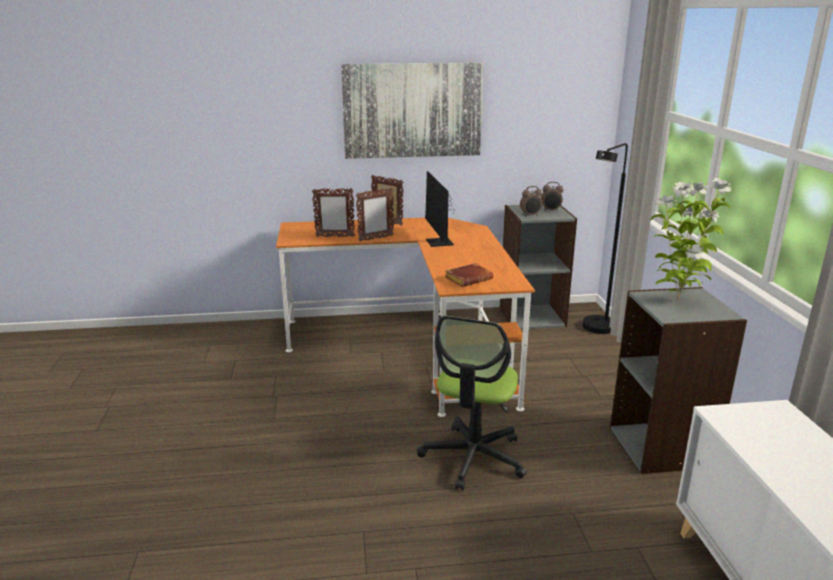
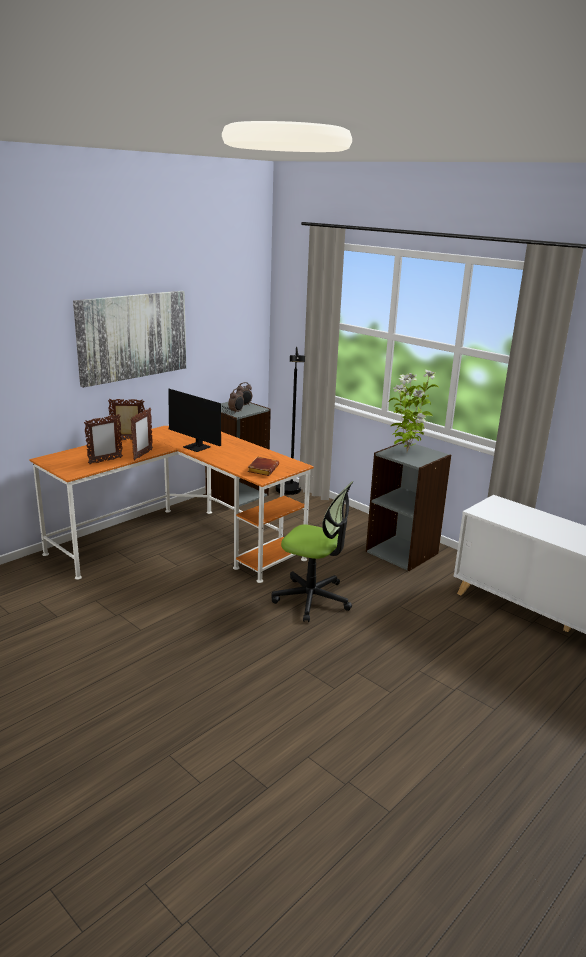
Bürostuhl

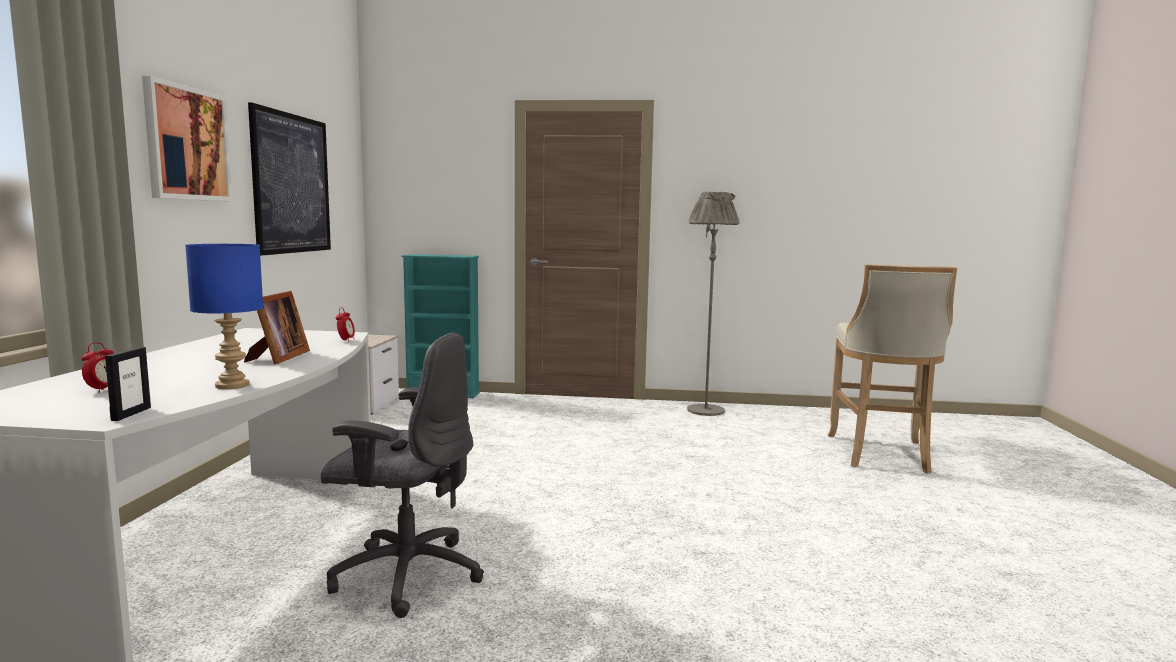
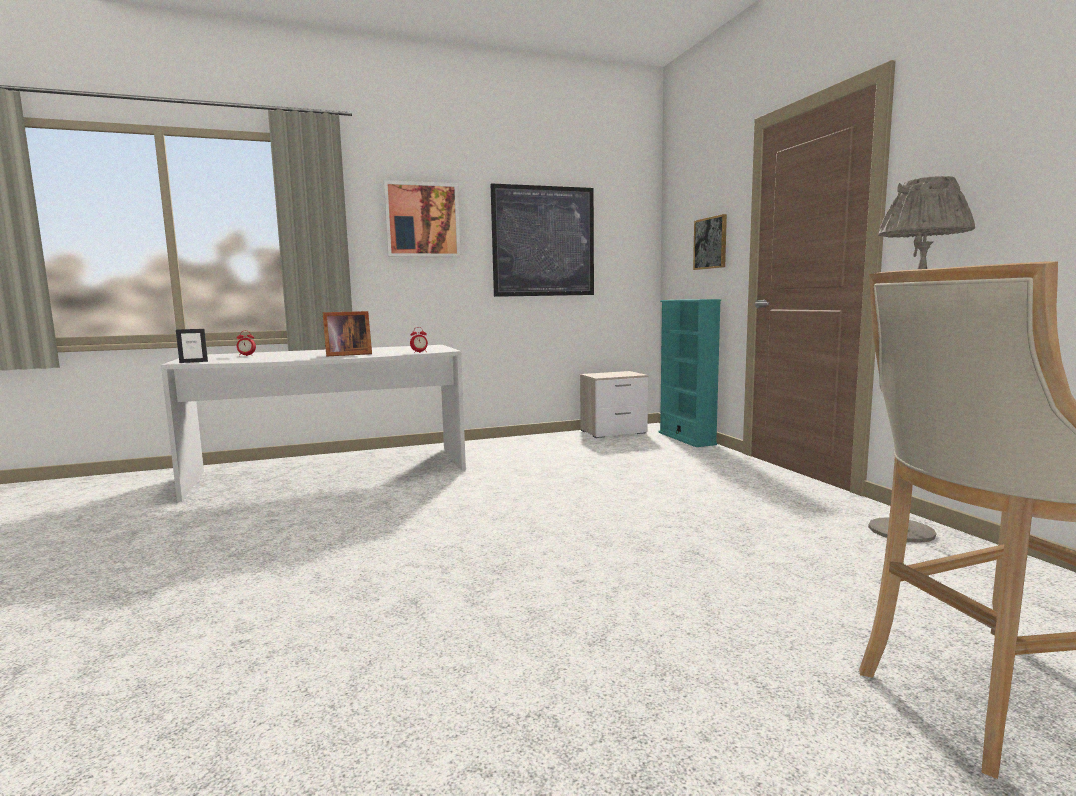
Tischlampe (blau)
Bürostuhl (grau)
Bild (3rd from left)

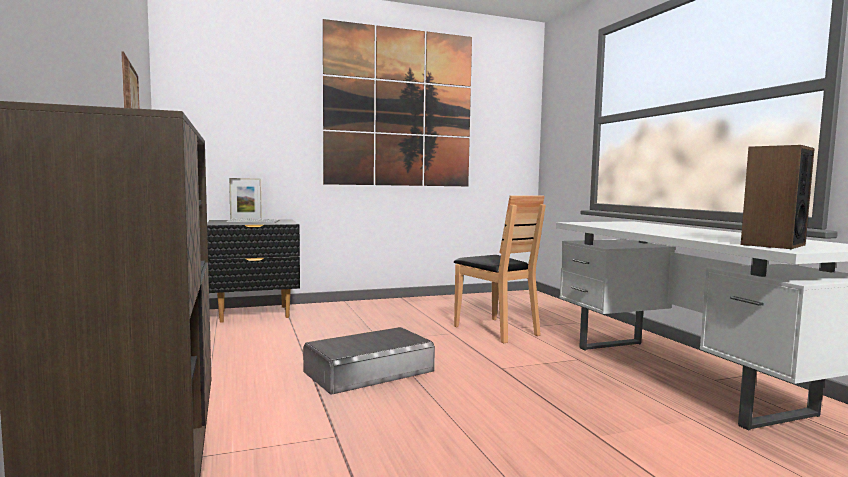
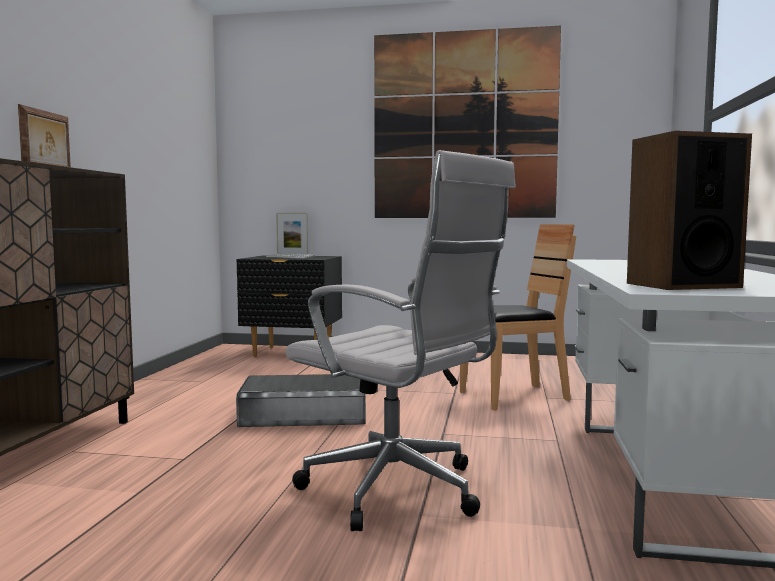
Stuhl (braun)
Bürostuhl (weiß)

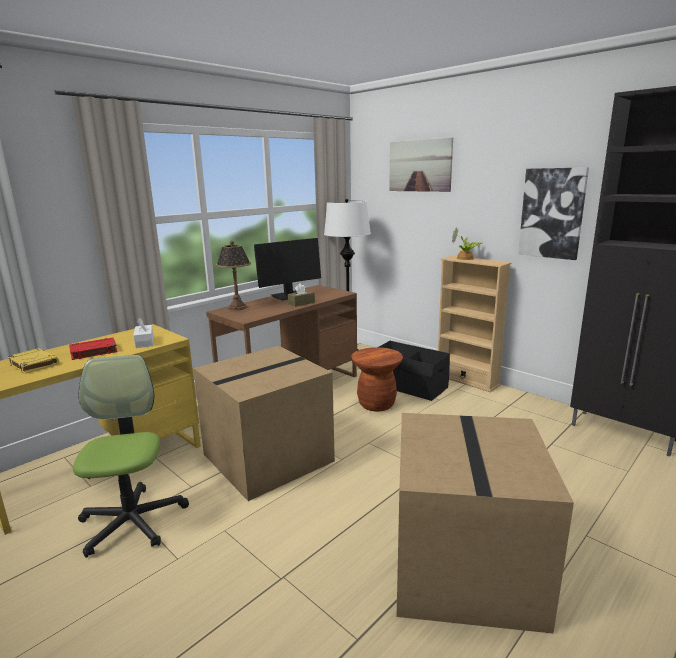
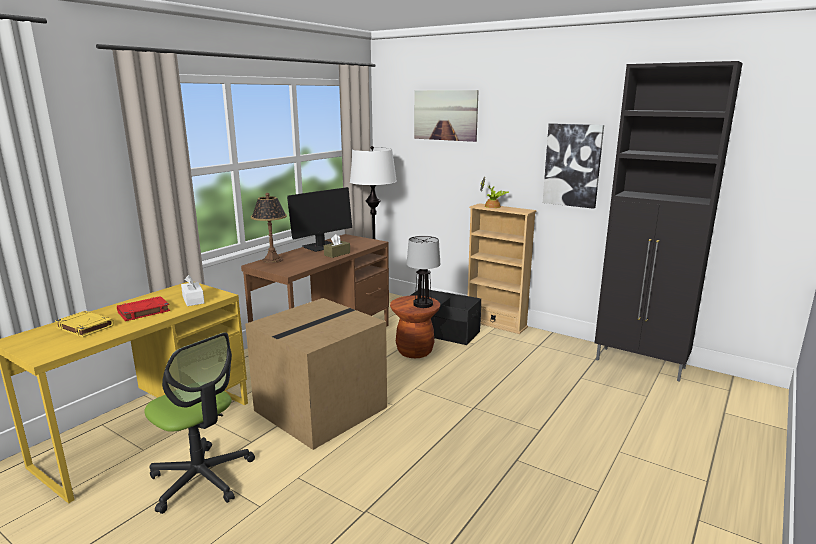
Bürostuhl
Karton (2nd from left in the first image)
Tischlampe (2nd from left)

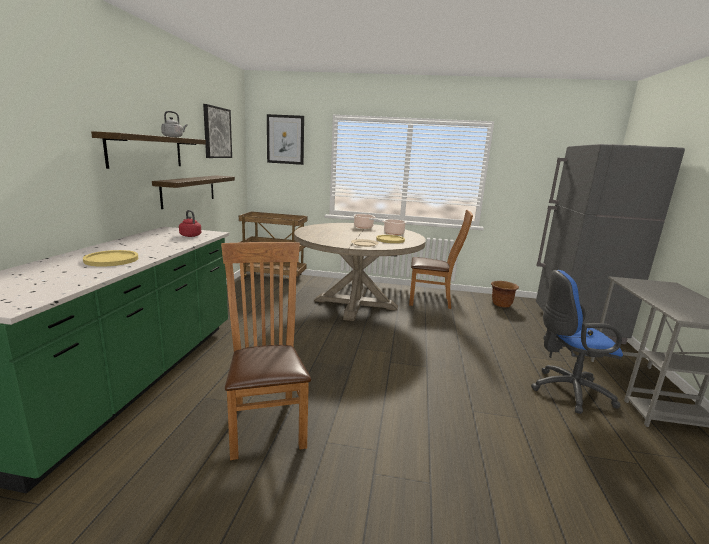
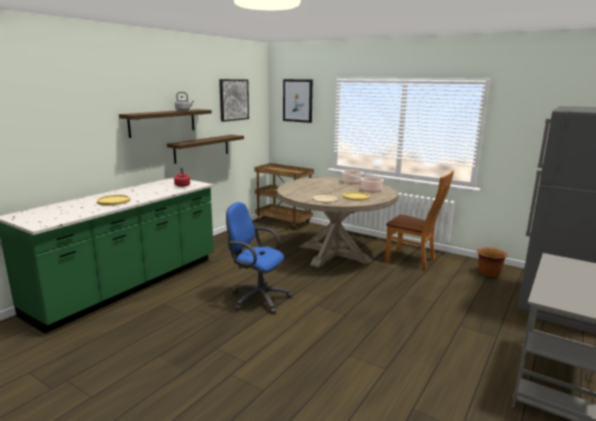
Stuhl (braun) (1st from left in the first image)
Bürostuhl (blau)

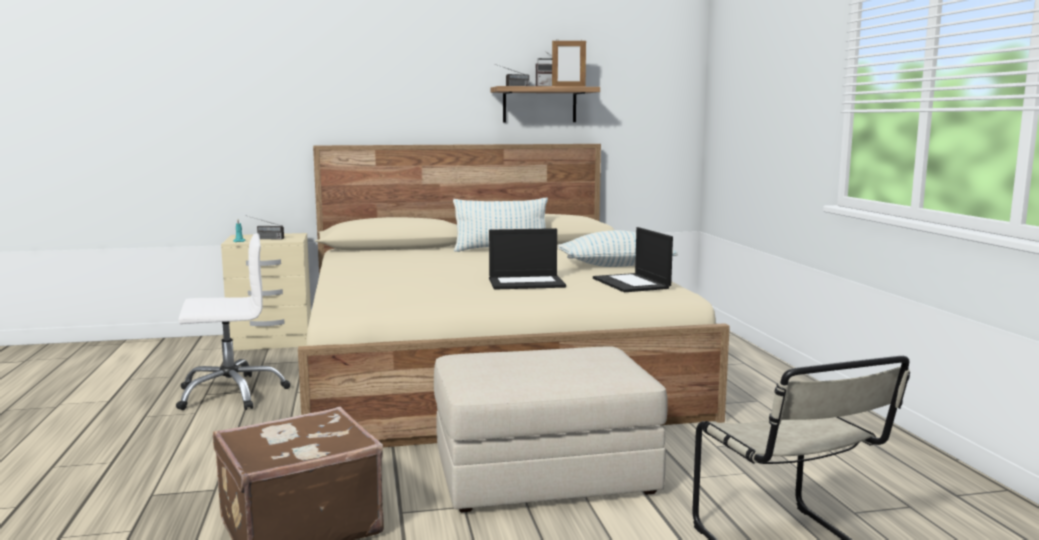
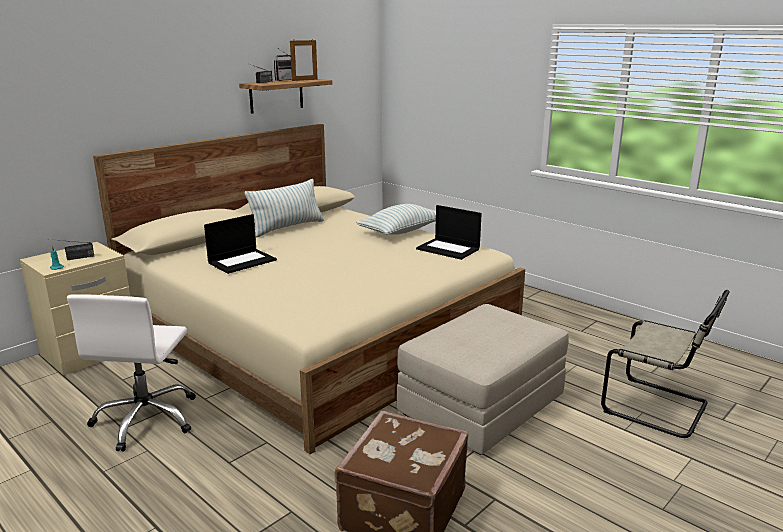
Bürostuhl (weiß)
Laptop (1st from left)

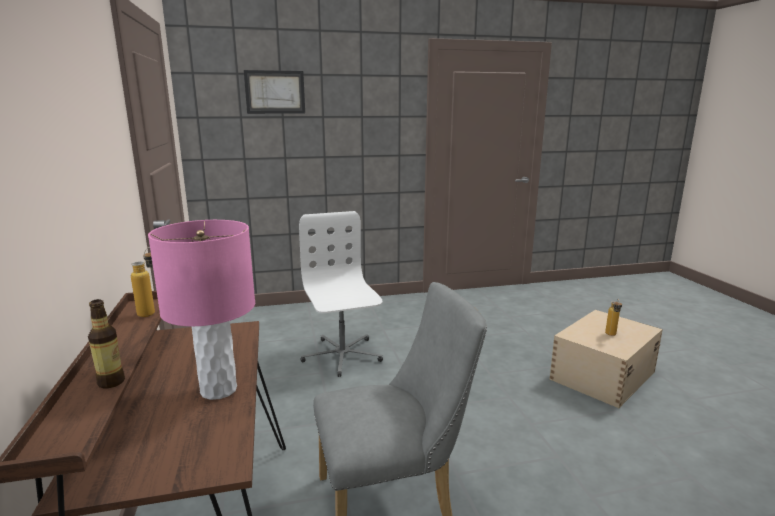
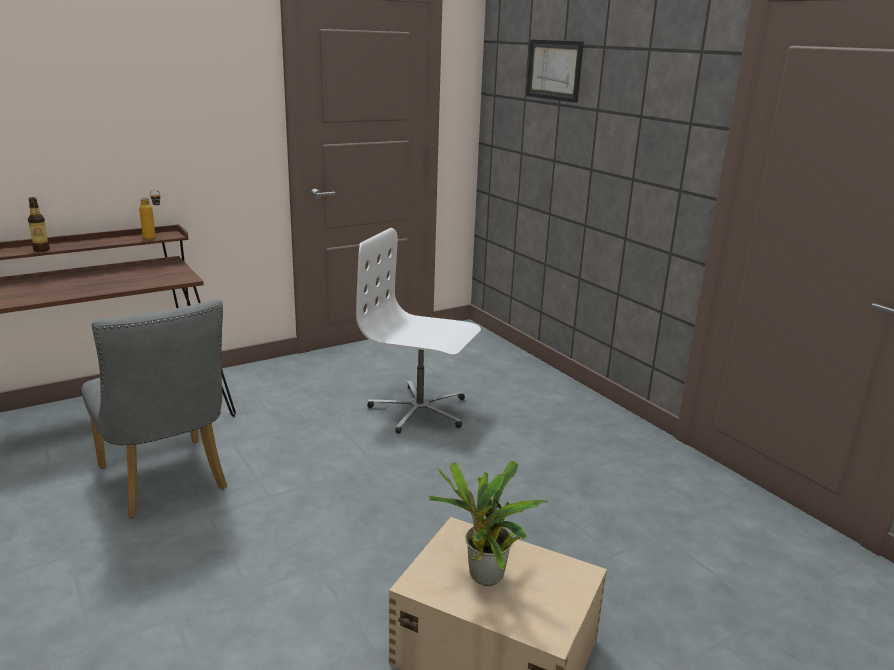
Tischlampe (rosa)
Bürostuhl (weiß)
Topfpflanze

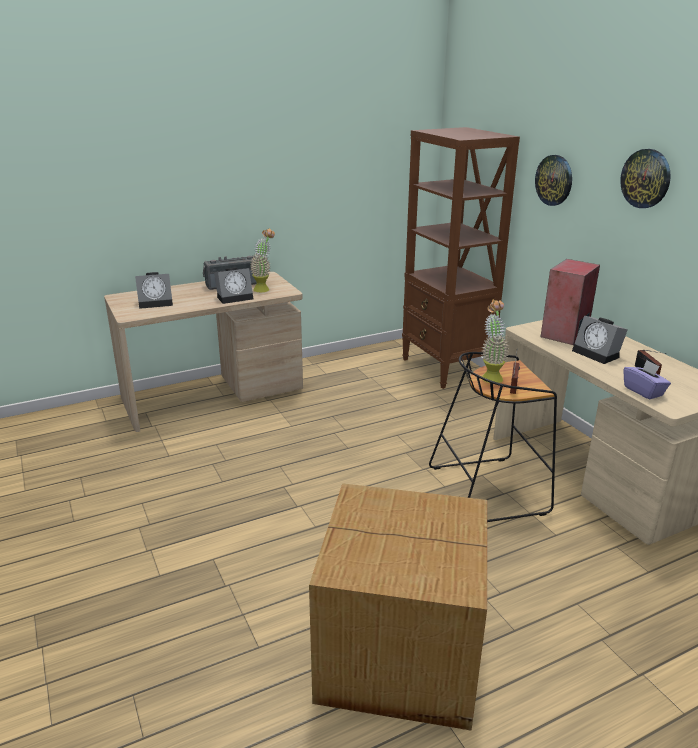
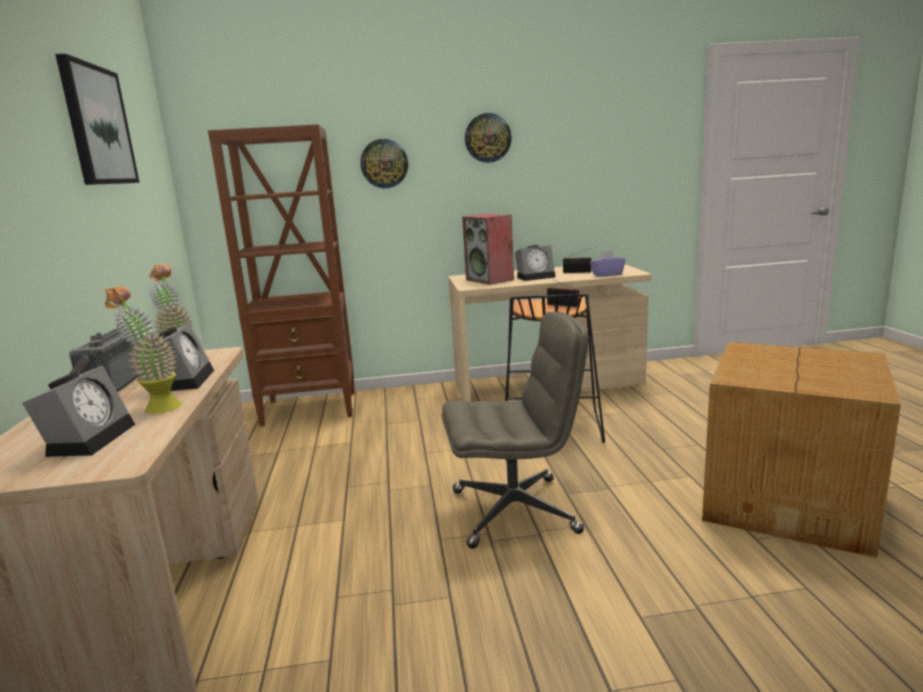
Topfpflanze (1st from left)
Bild
Bürostuhl (grau)

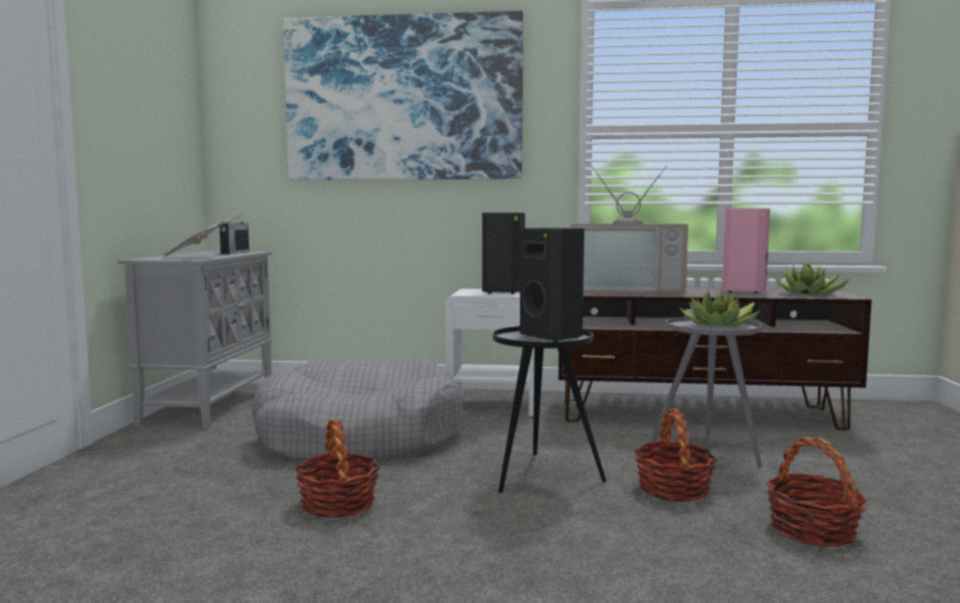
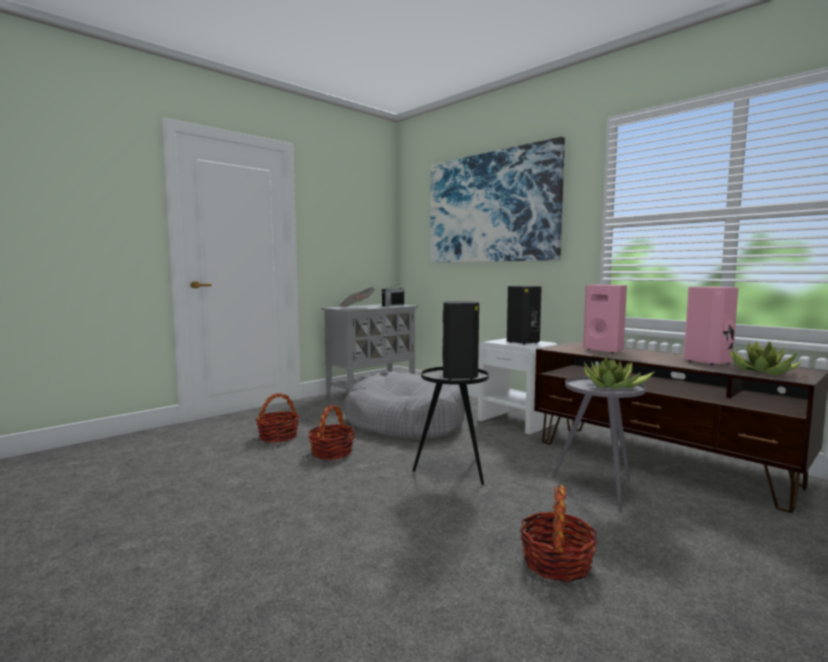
Lautsprecher (rosa) (1st from left)
Korb (1st from left)

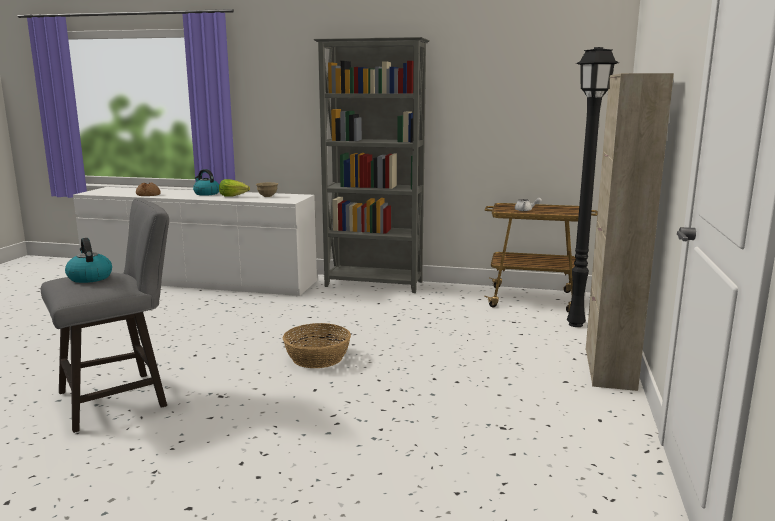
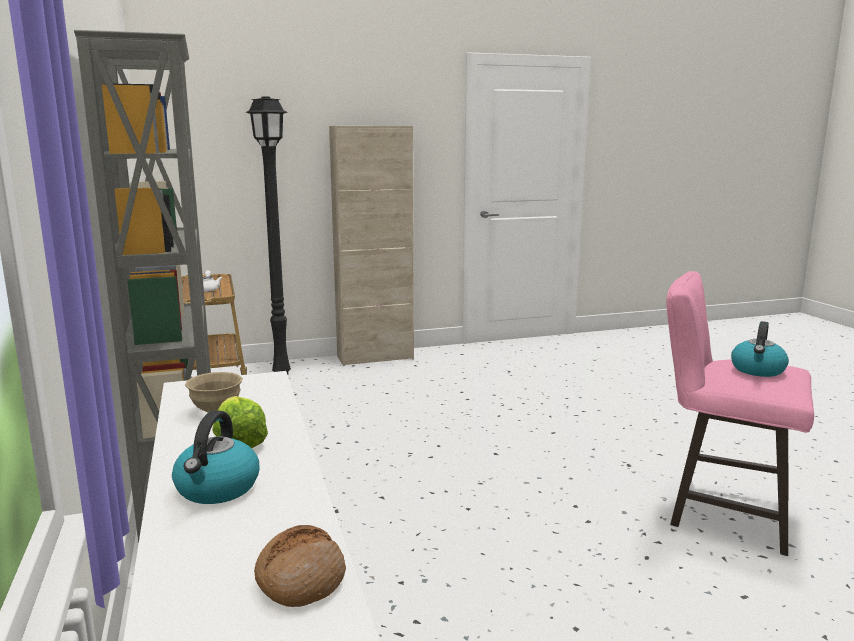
Hocker (rosa)
Korb

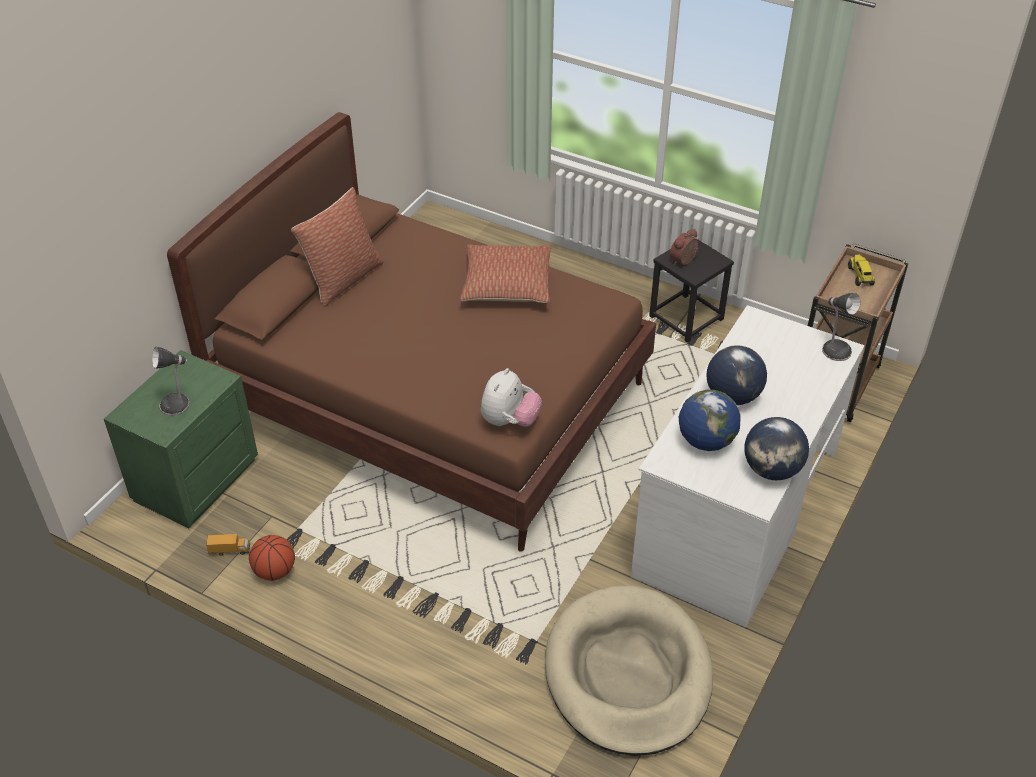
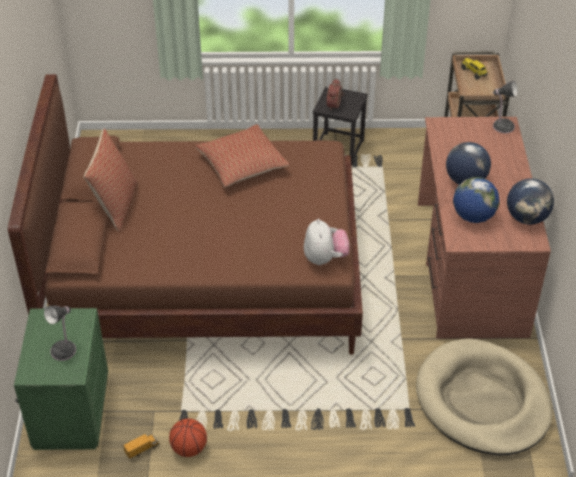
Schreibtisch (braun)

